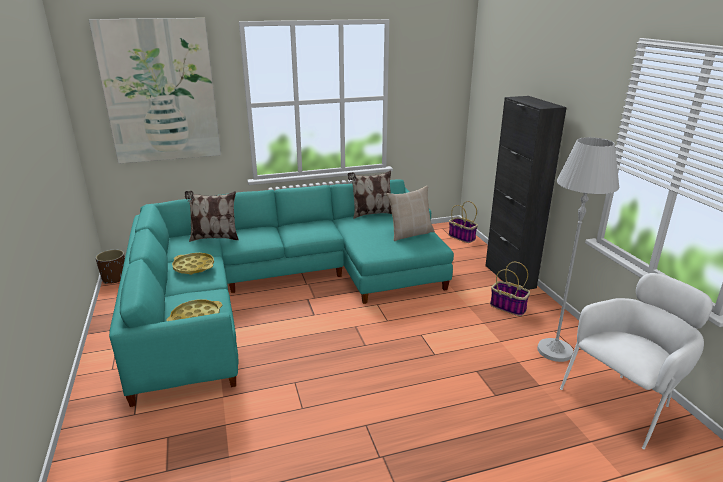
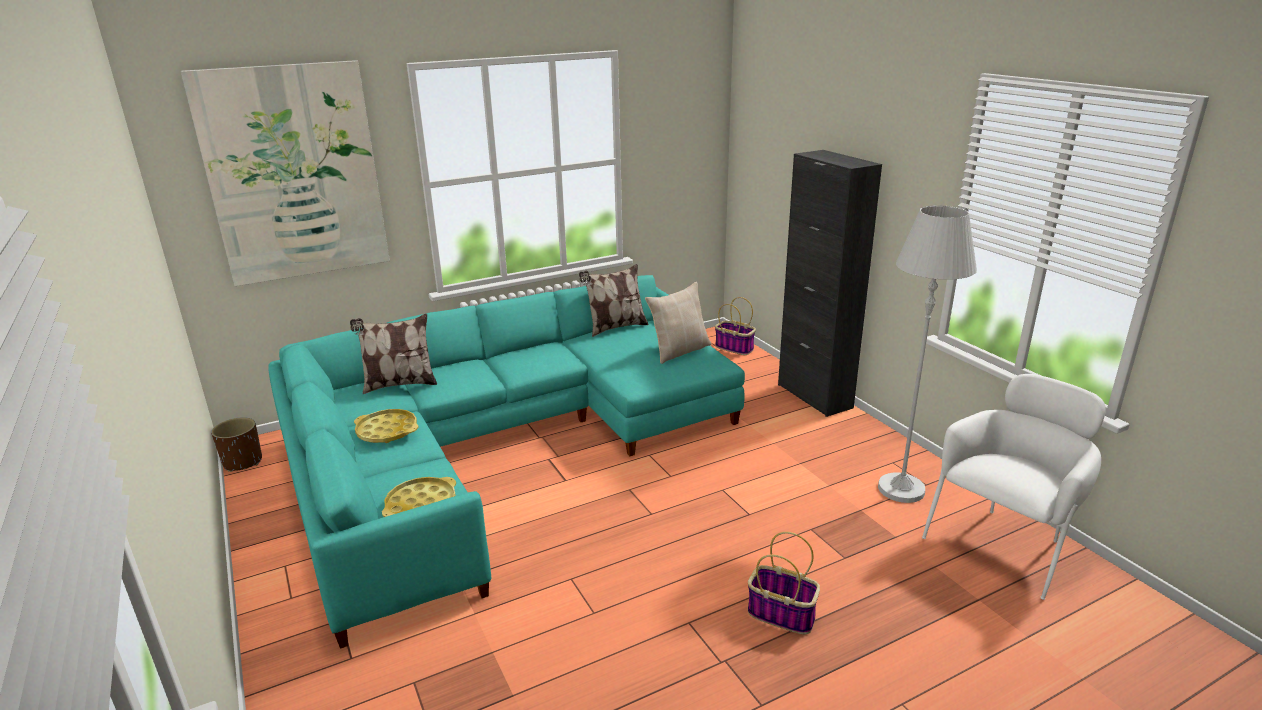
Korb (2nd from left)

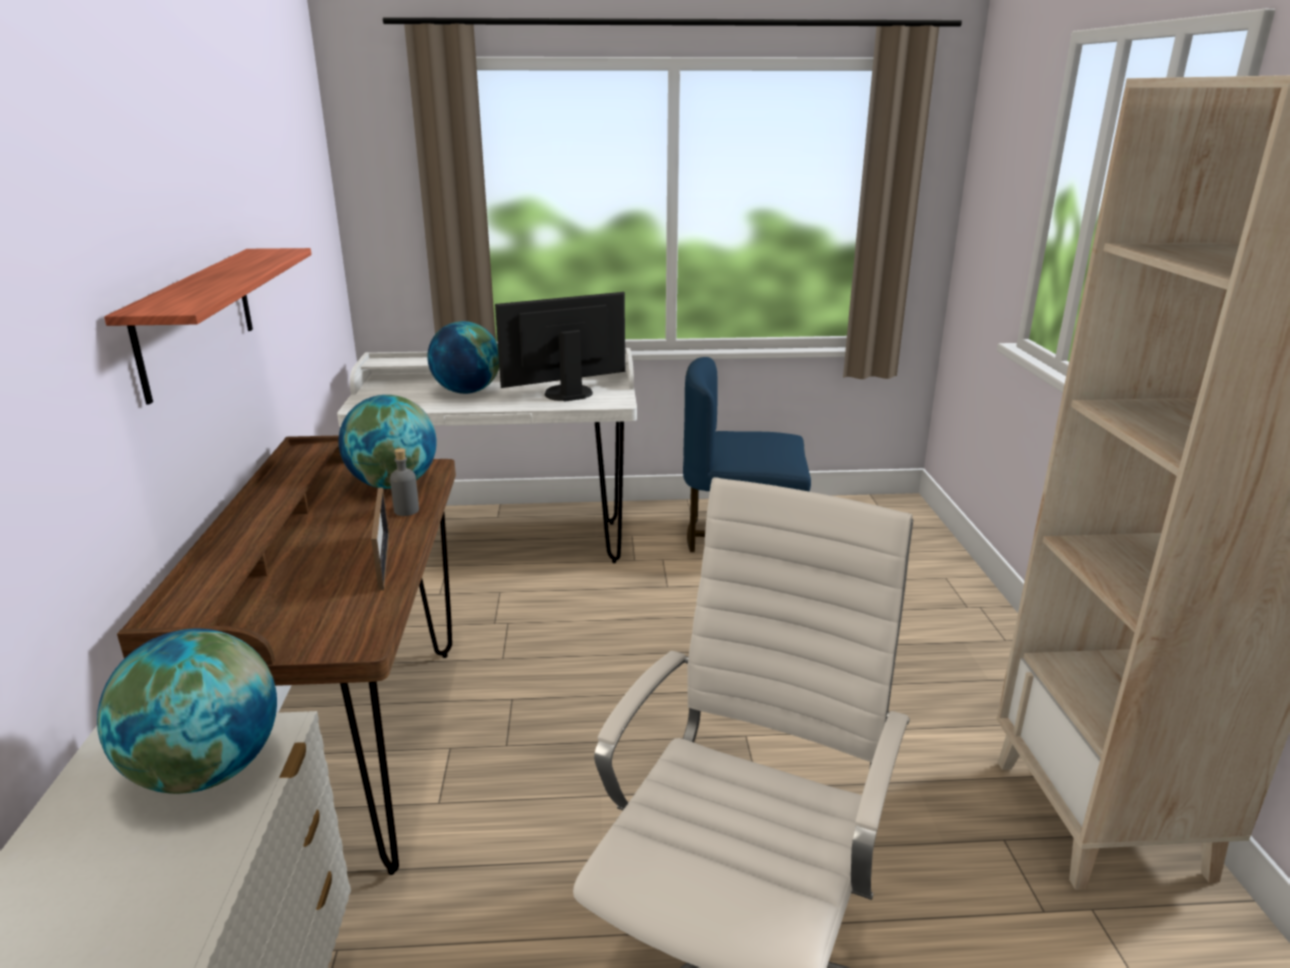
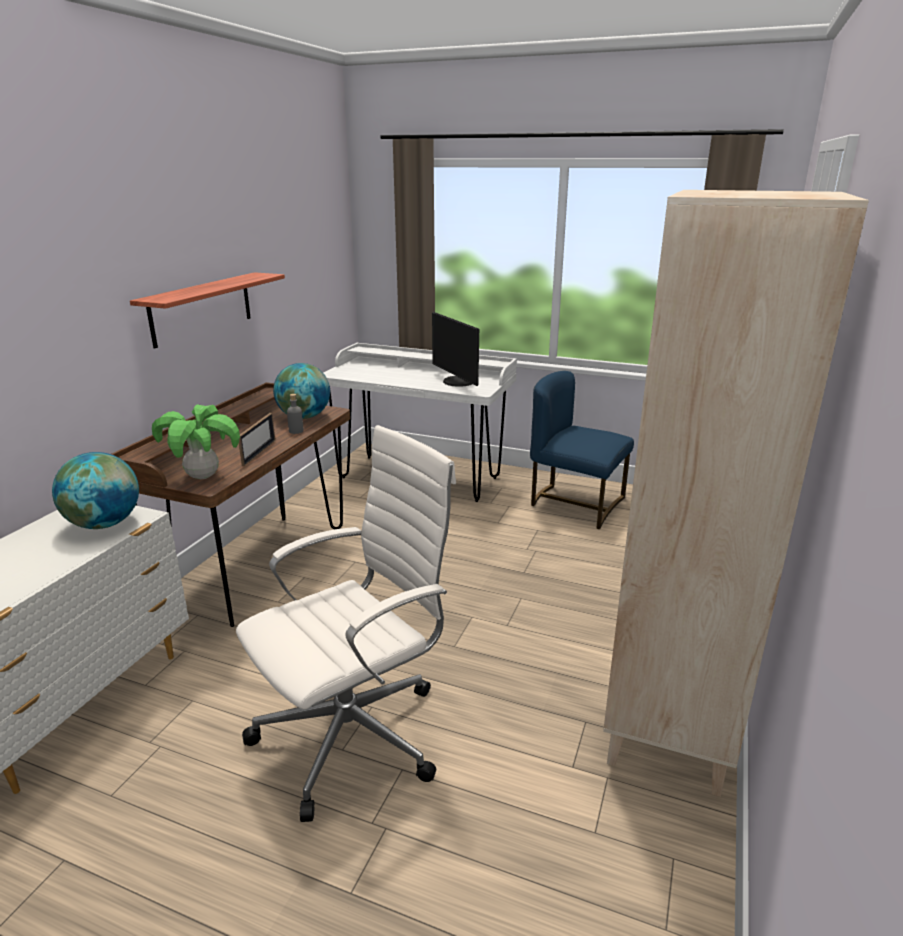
Globus (3rd from left in the first image)
Monitor
Topfpflanze

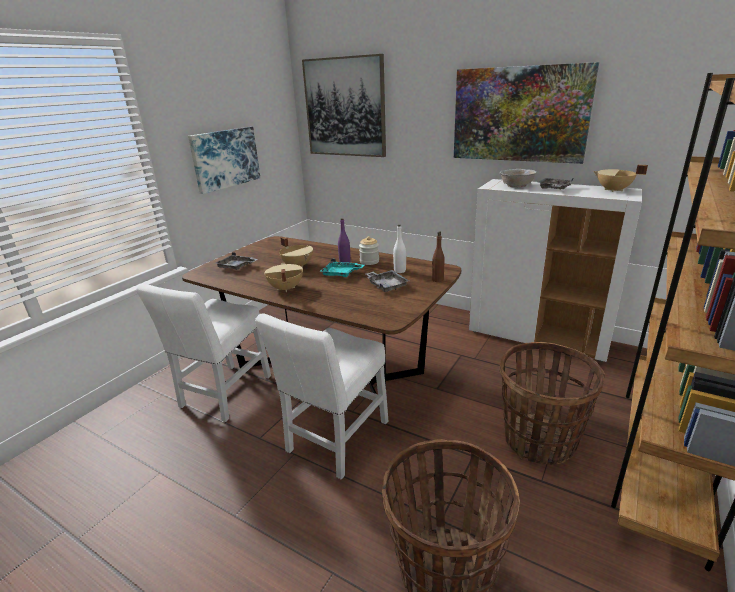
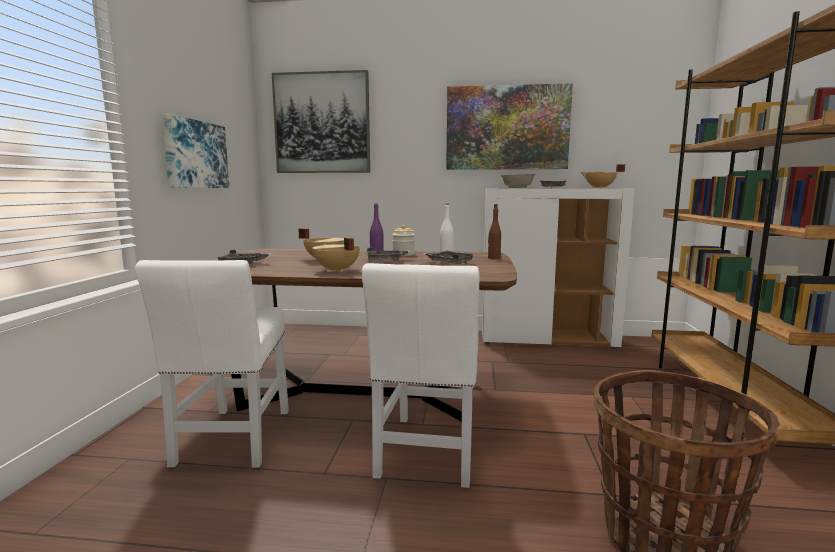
Tablett (grau) (2nd from left)
Korb (2nd from left in the first image)

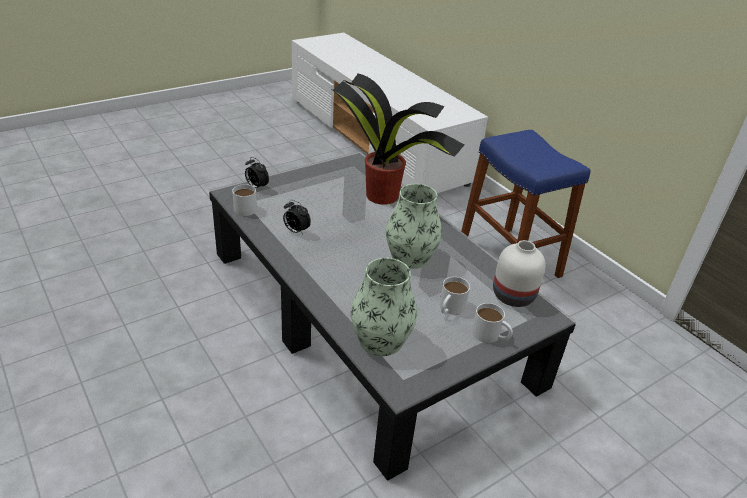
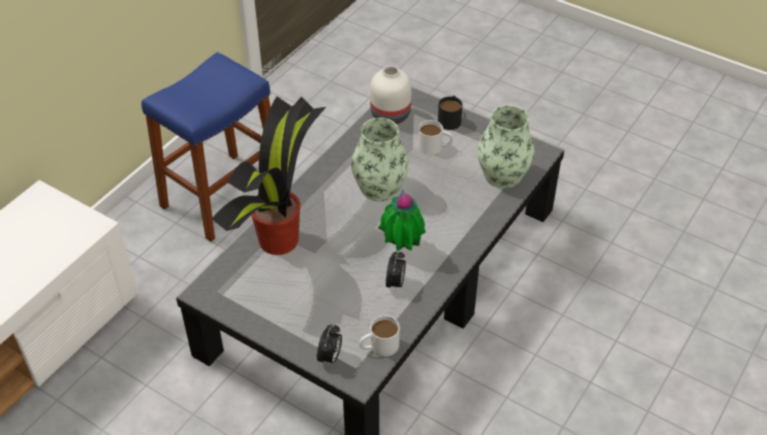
Henkelbecher (schwarz)
Topfpflanze (2nd from left)

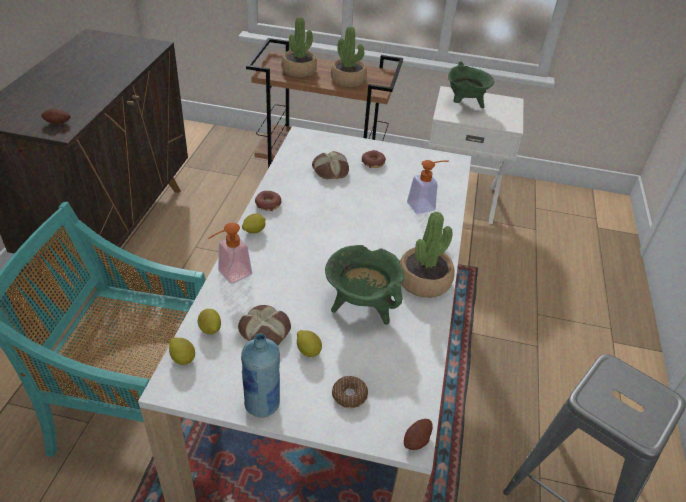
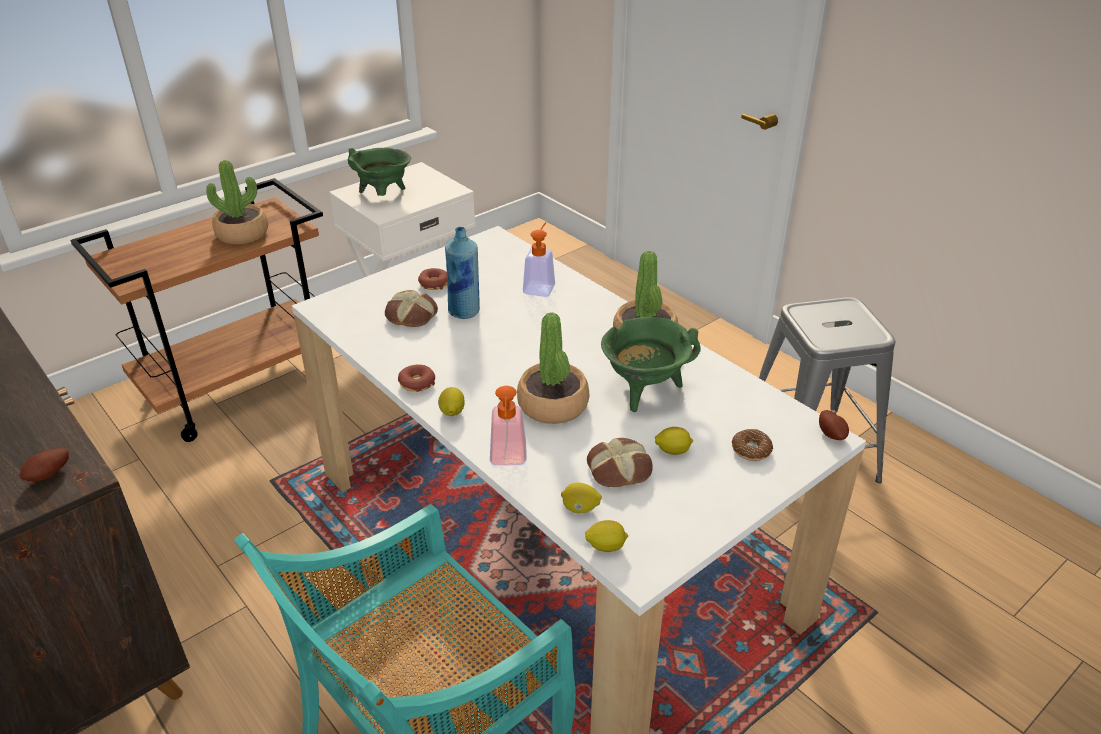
Flasche (blau)
Topfpflanze (2nd from left)

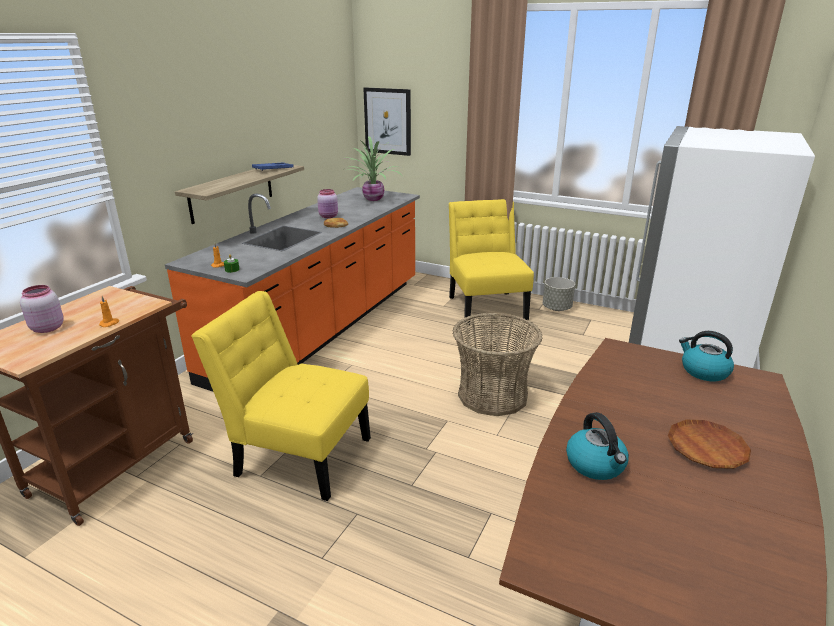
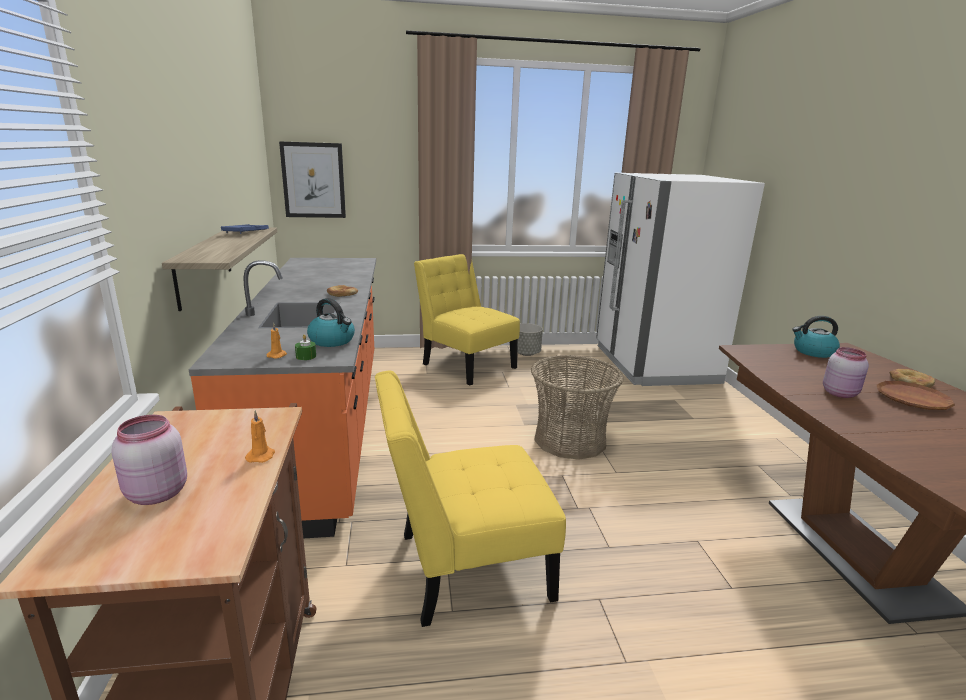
Vorratsglas (rosa) (2nd from left)
Topfpflanze
Wasserkessel (1st from left)
Brot (2nd from left)

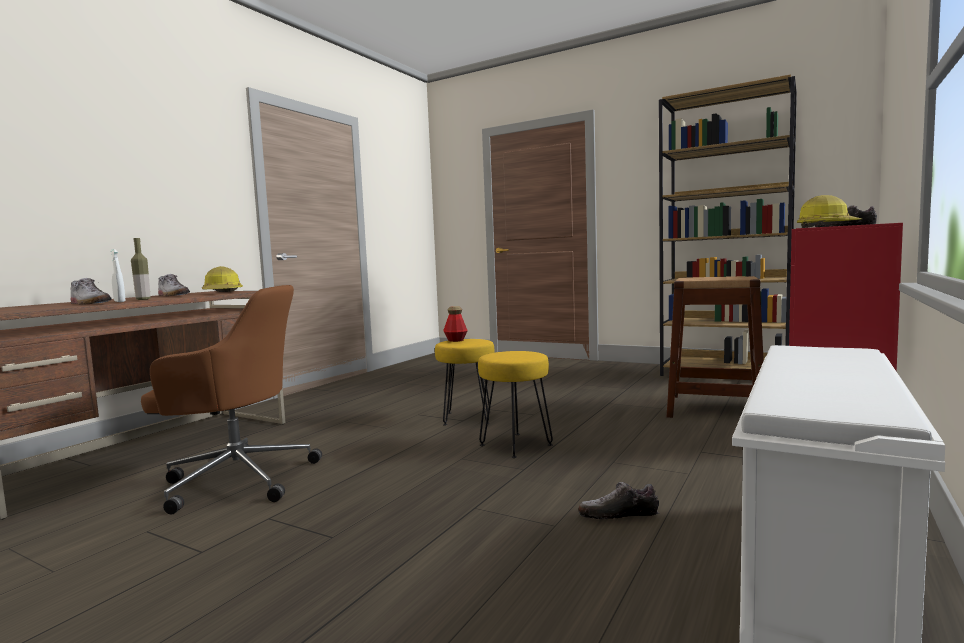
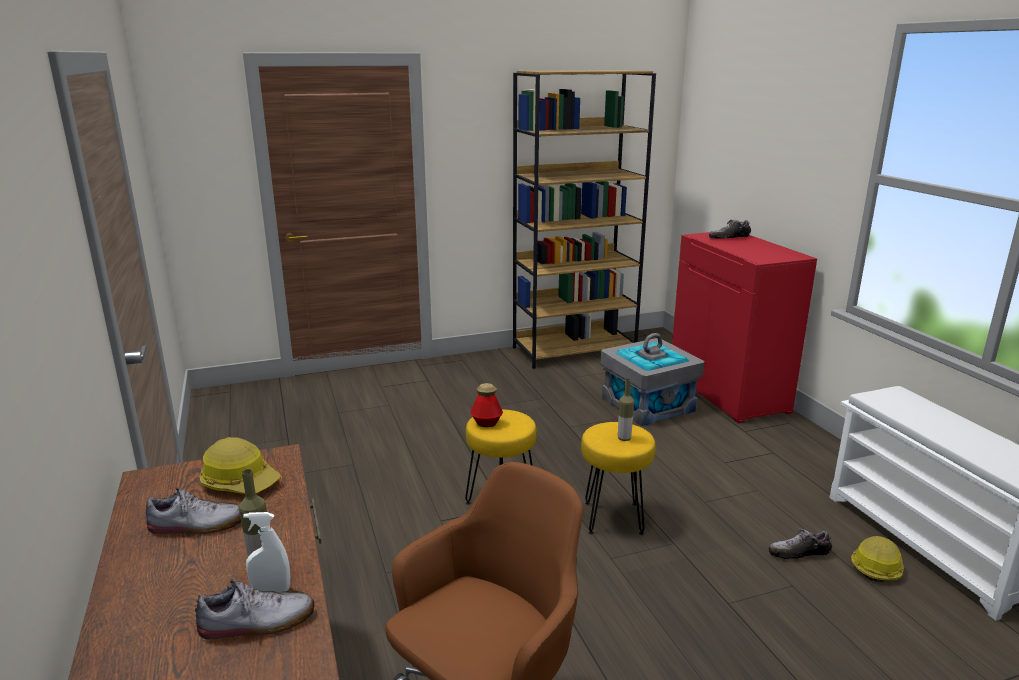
Schuh (4th from left)
Aufbewahrungsbox (grau)
Schutzhelm (2nd from left)
Flasche (3rd from left)

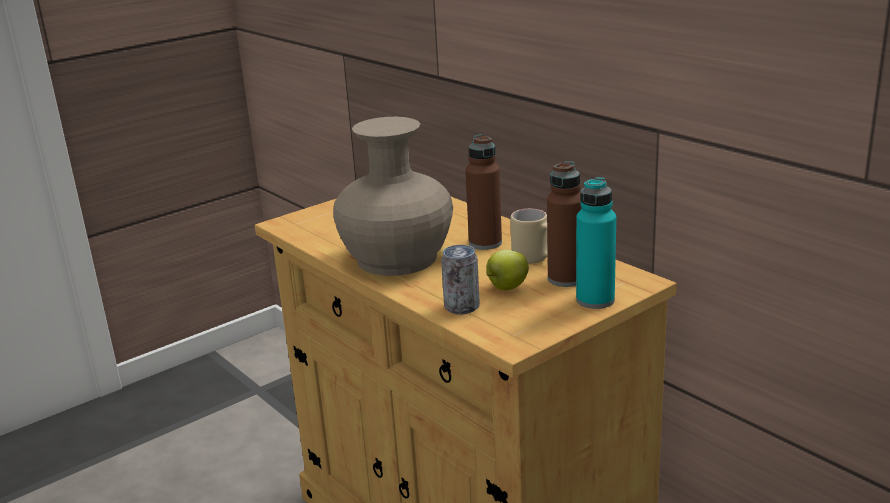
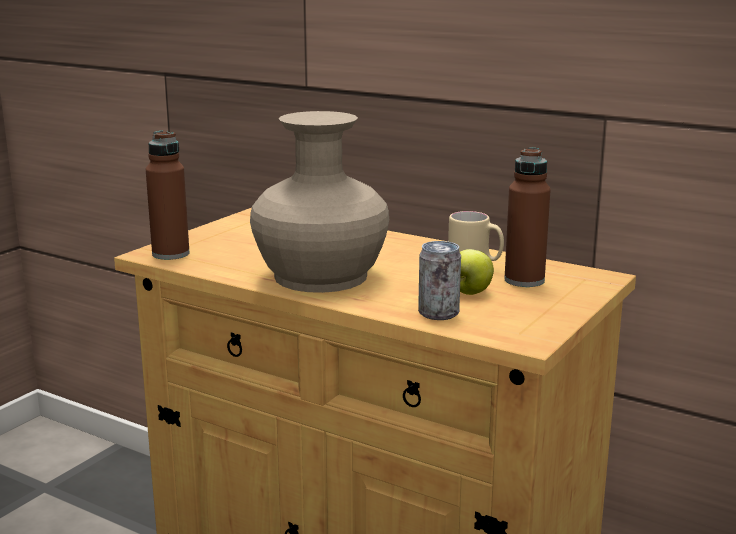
Flasche (braun) (1st from left)
Flasche (türkis)

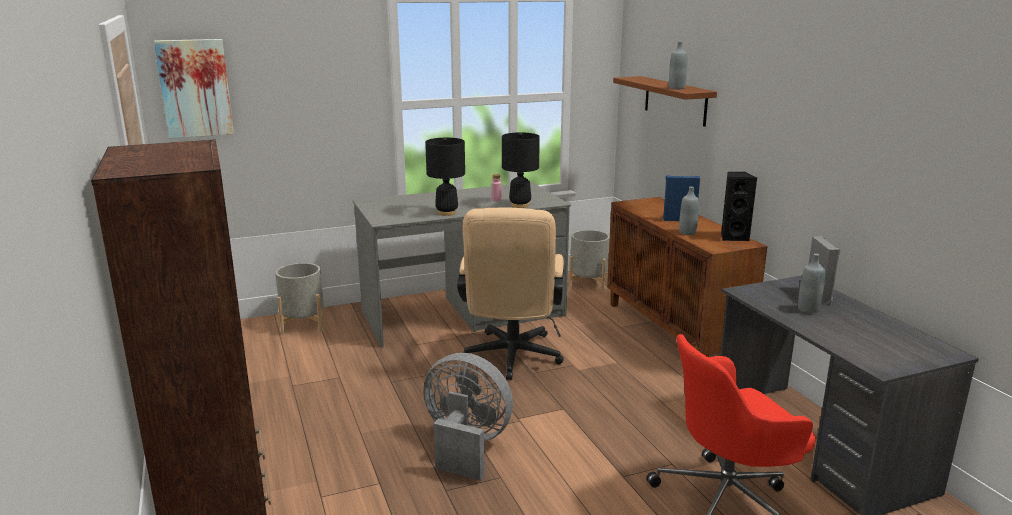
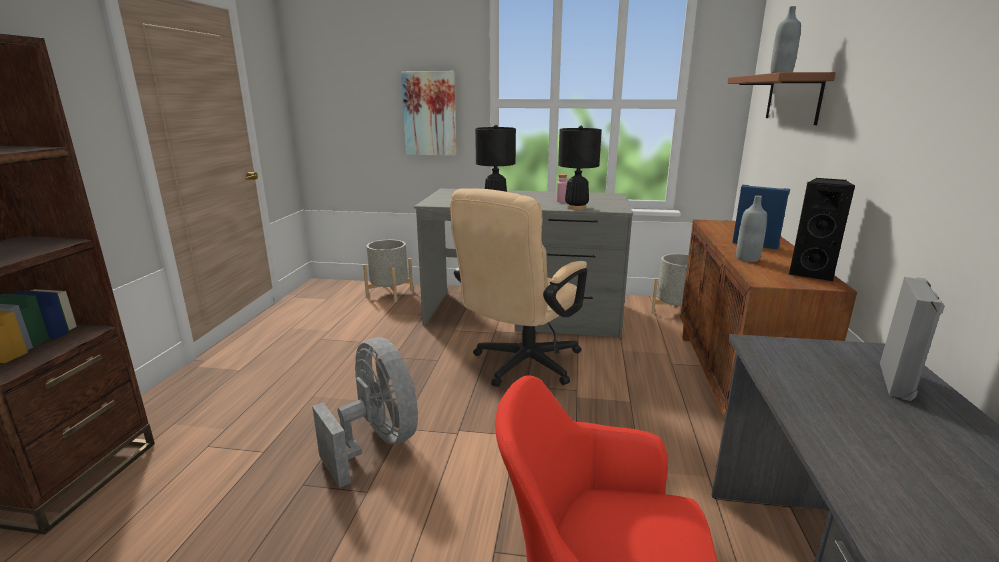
Bild
Flasche (grau) (3rd from left in the first image)

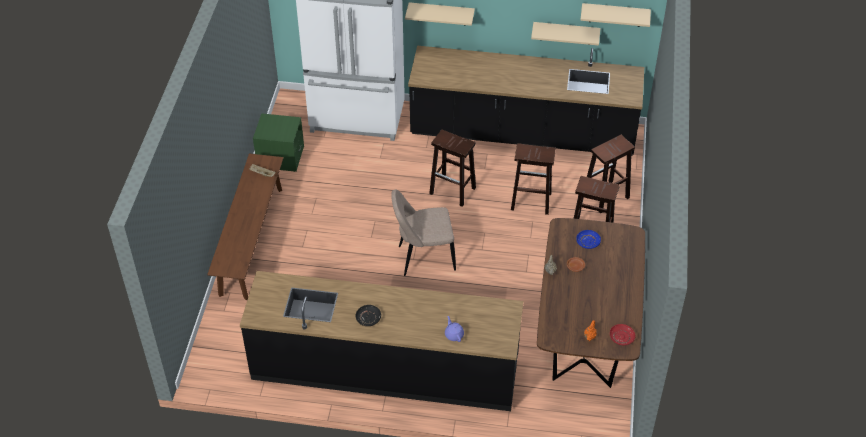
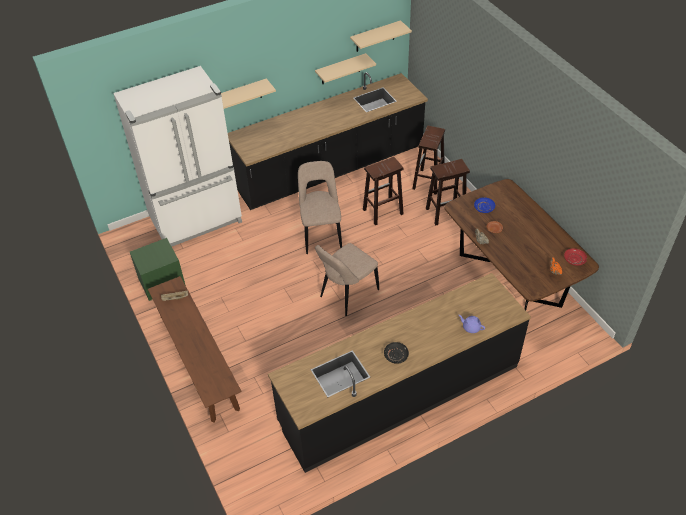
Stuhl (beige) (1st from left)

